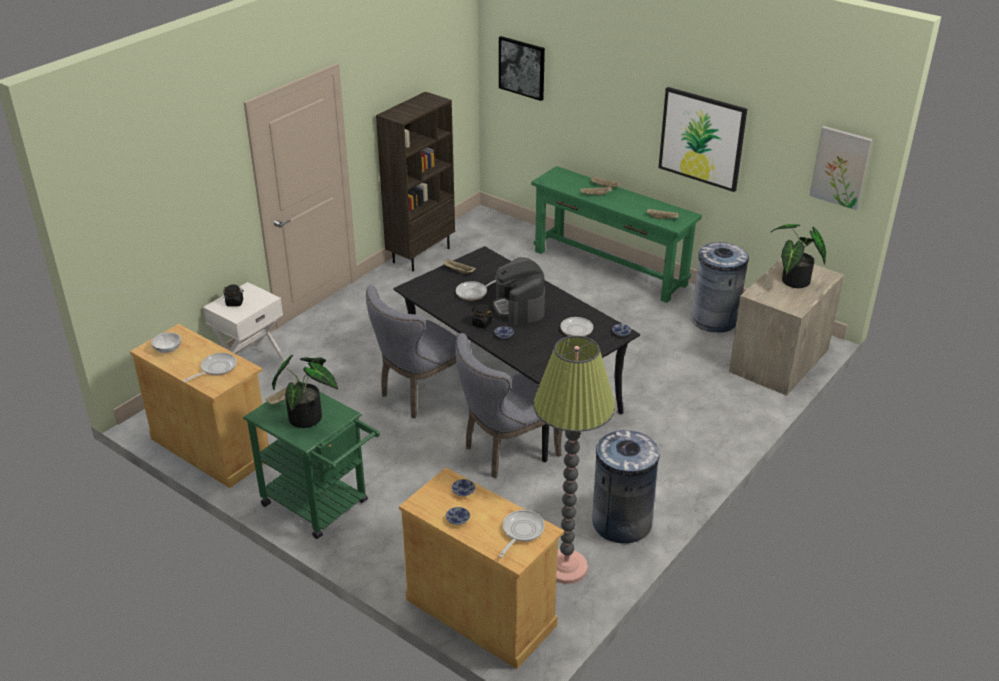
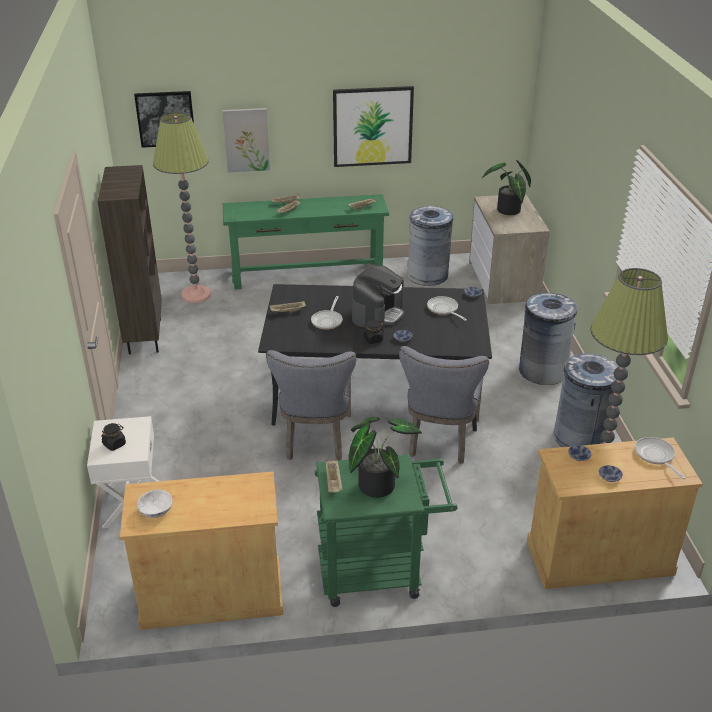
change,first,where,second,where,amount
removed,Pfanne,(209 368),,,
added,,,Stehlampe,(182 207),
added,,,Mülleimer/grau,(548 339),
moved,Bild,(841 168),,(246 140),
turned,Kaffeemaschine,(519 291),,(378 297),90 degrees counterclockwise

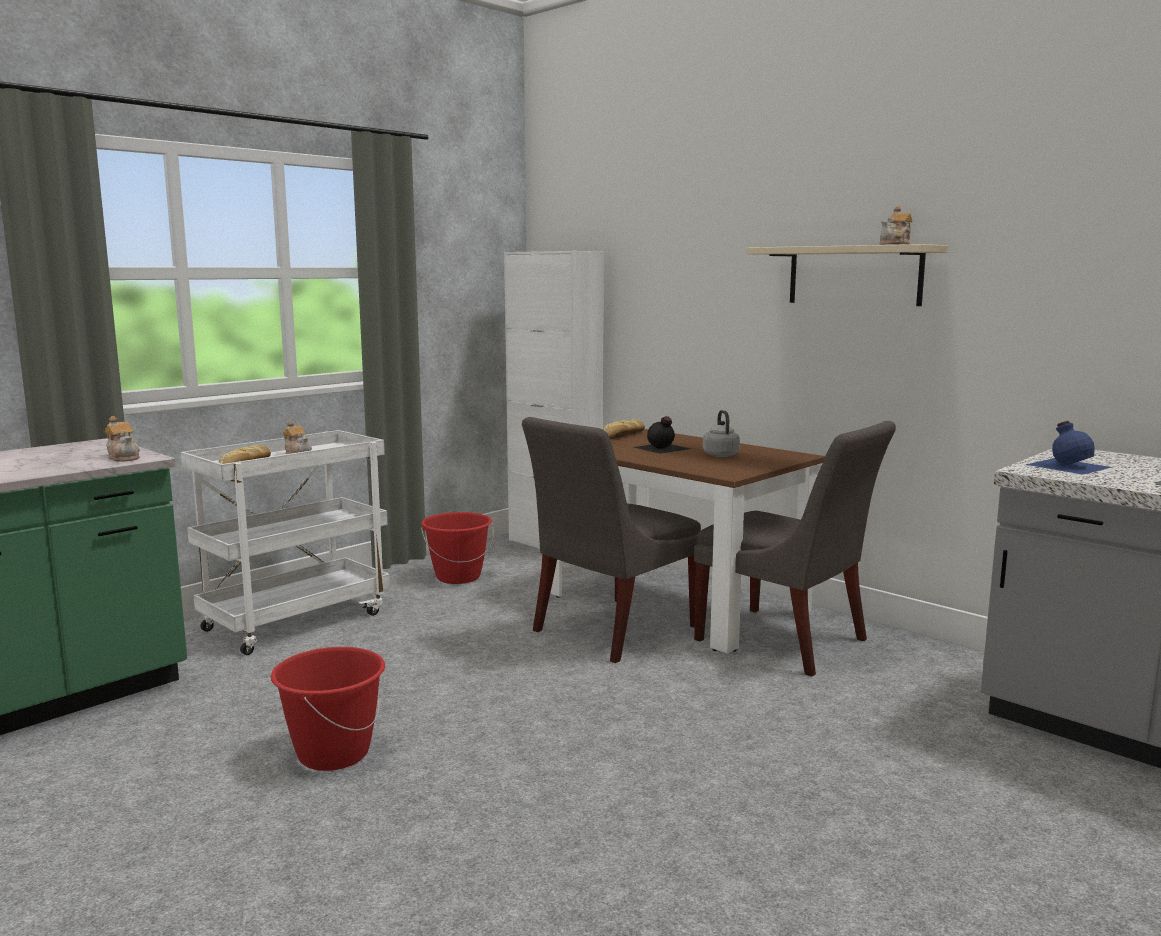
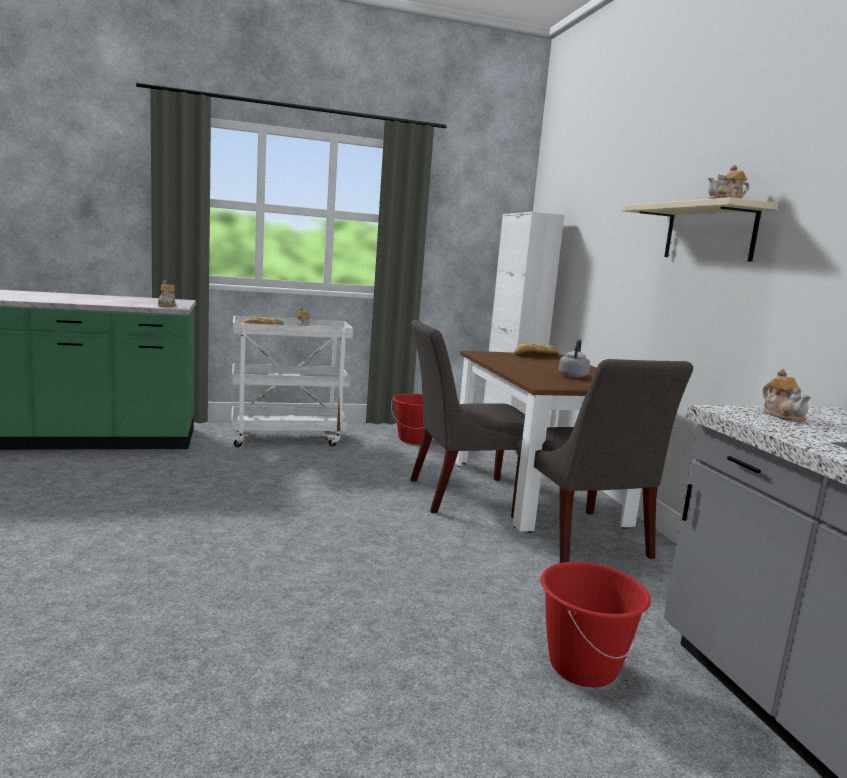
change,first,where,second,where,amount
removed,Flasche/schwarz,(662 435),,,
moved,Eimer/rot,(328 709),,(596 624),
replaced,Flasche/blau,(1069 448),Teekanne,(787 395),

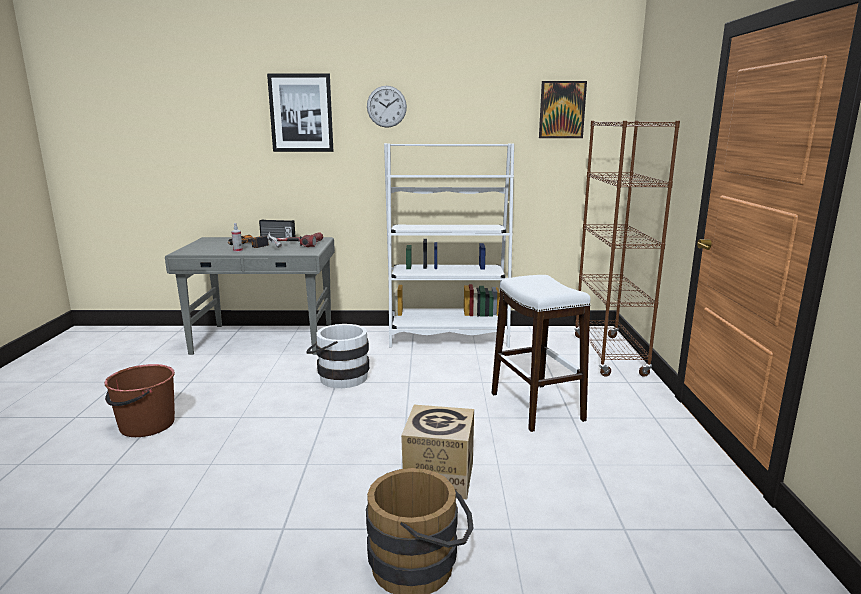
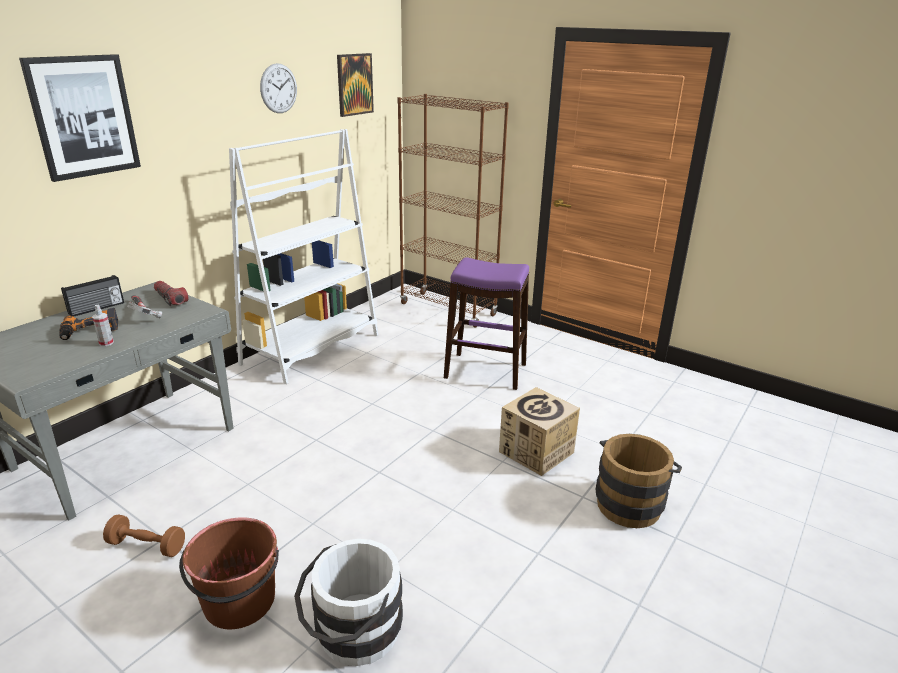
change,first,where,second,where,amount
added,,,Hantel/braun,(144 535),
moved,Eimer/weiß,(337 356),,(348 602),
moved,Wanduhr,(387 107),,(278 88),
recoloured,Hocker/weiß,(541 353),Hocker/lila,(486 323),

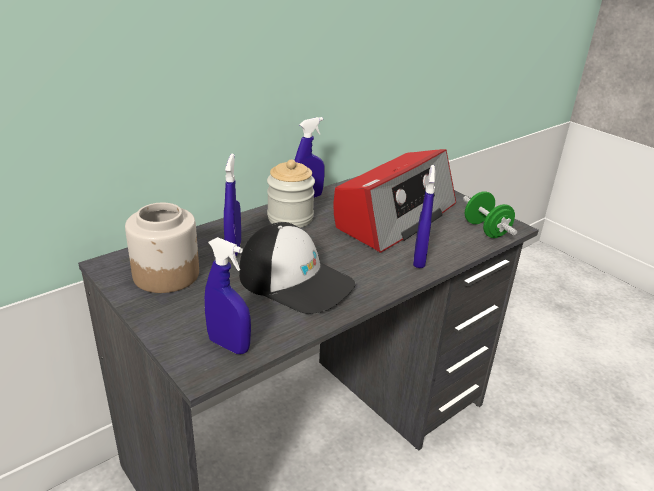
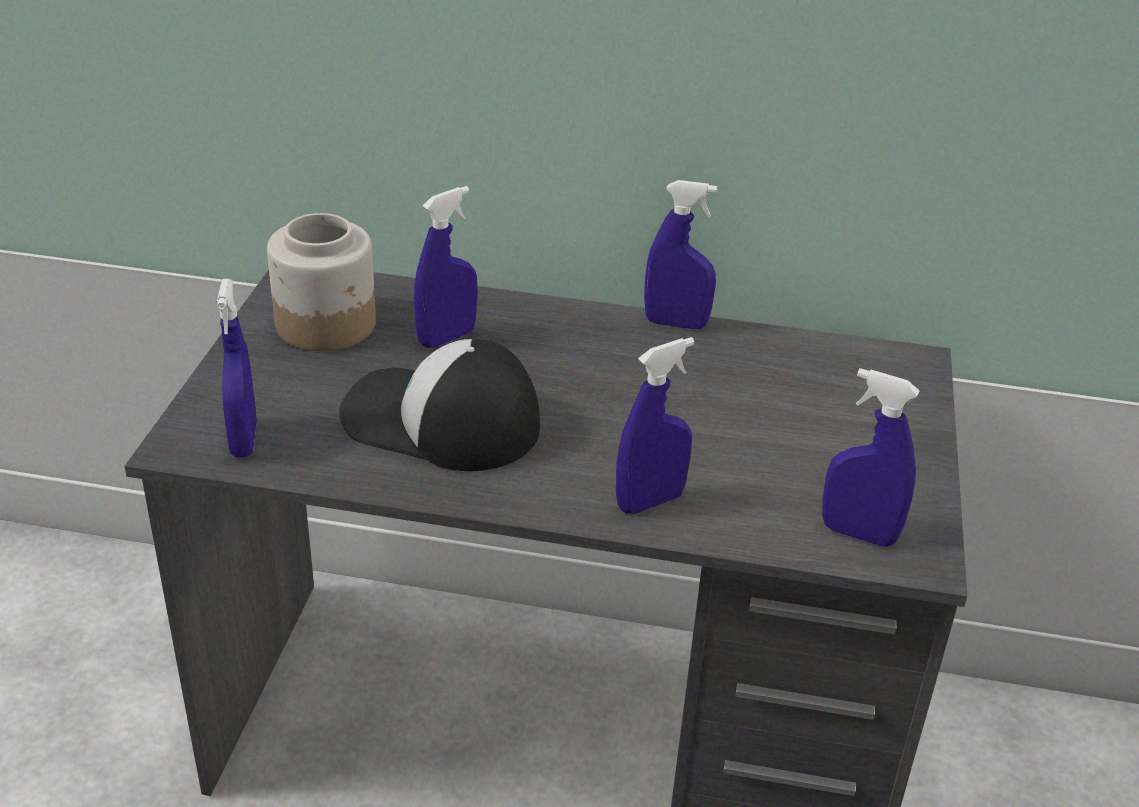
change,first,where,second,where,amount
removed,Vorratsglas,(291 194),,,
removed,Radio,(394 201),,,
replaced,Hantel/grün,(490 214),Sprühflasche/blau,(871 457),
turned,Kappe,(297 268),,(439 405),120 degrees clockwise

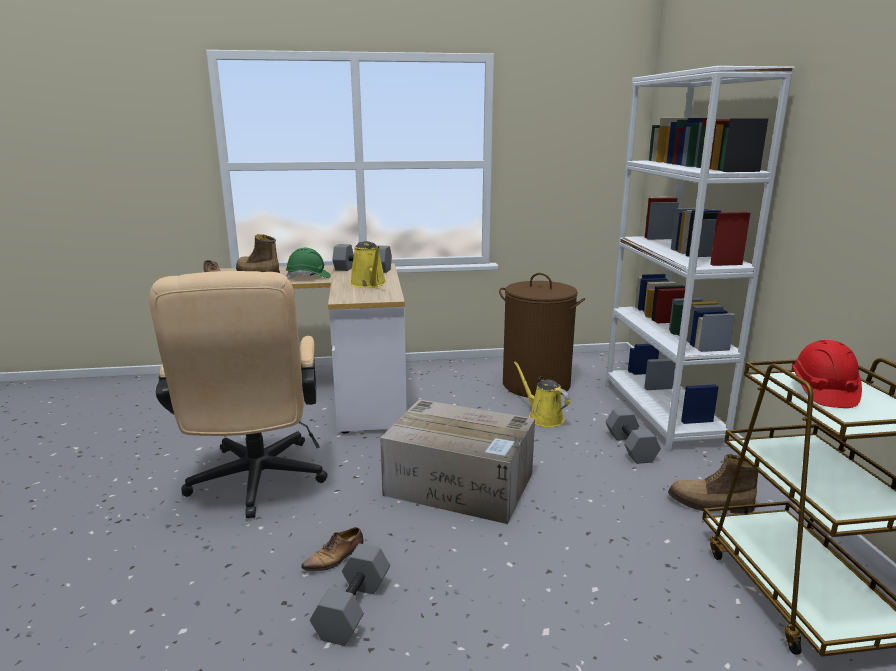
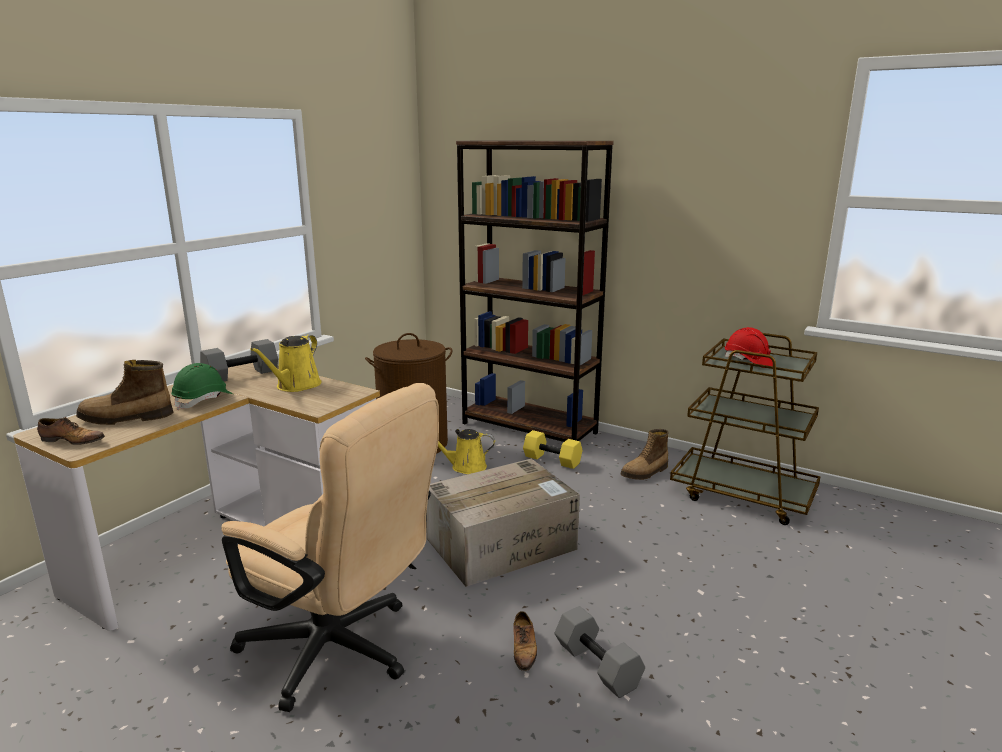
change,first,where,second,where,amount
recoloured,Bücherregal/weiß,(700 258),Bücherregal/braun,(535 291),
recoloured,Hantel/grau,(633 436),Hantel/gelb,(553 449),
turned,Gießkanne/gelb,(368 264),,(285 363),90 degrees clockwise

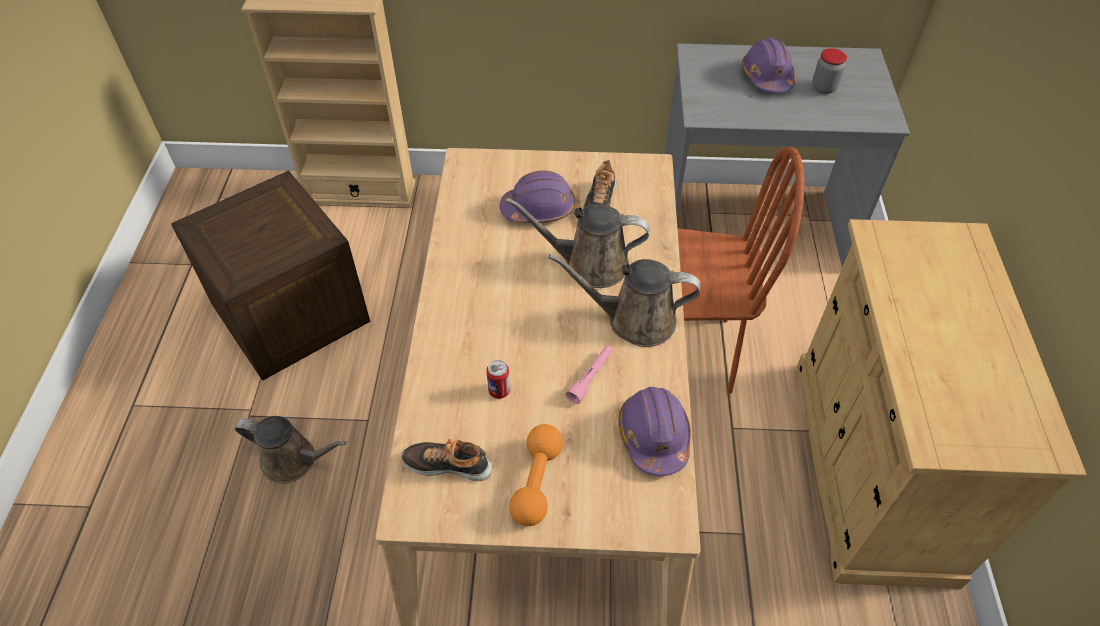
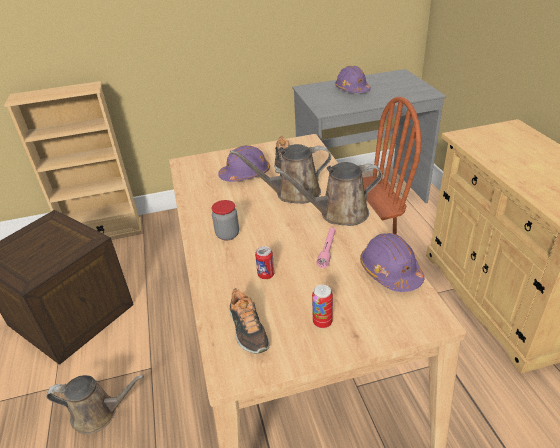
change,first,where,second,where,amount
moved,Vorratsglas,(829 71),,(225 220),
replaced,Hantel/orange,(536 475),Dose,(322 306),
turned,Schuh,(447 459),,(250 321),105 degrees counterclockwise

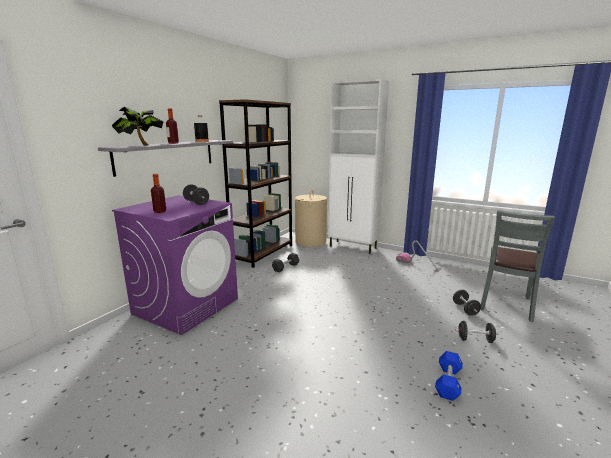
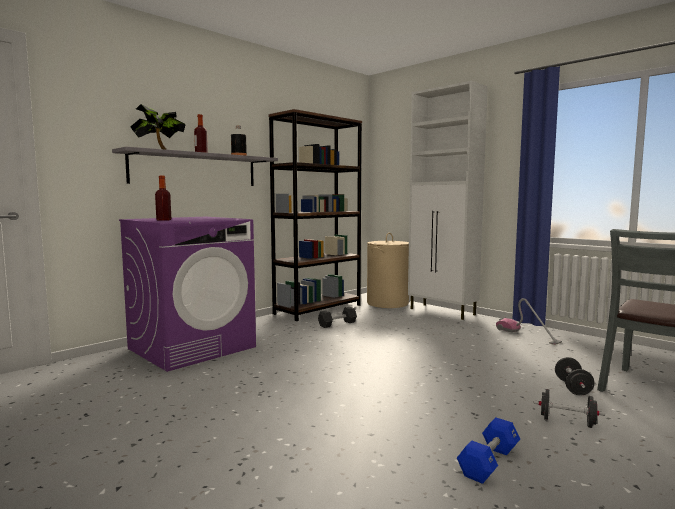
change,first,where,second,where,amount
removed,Hantel/schwarz,(196 195),,,

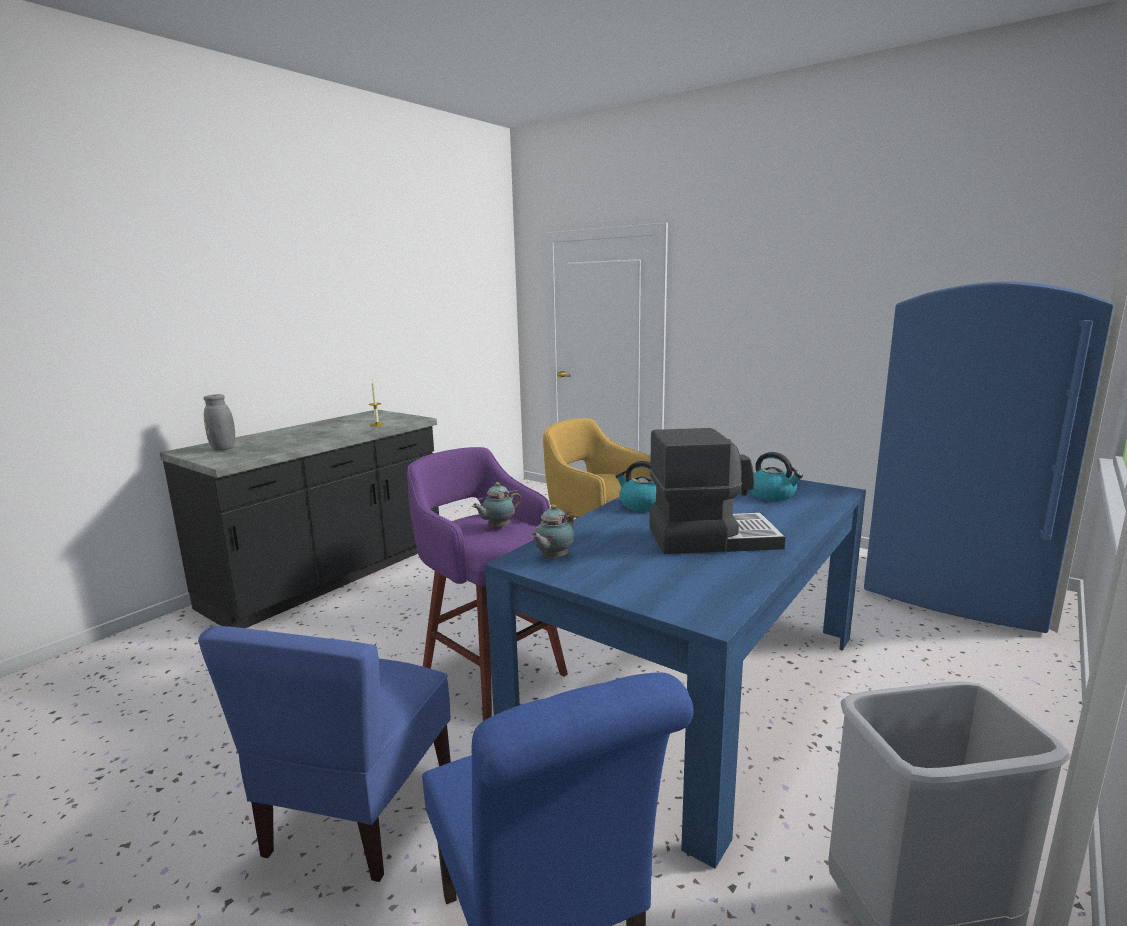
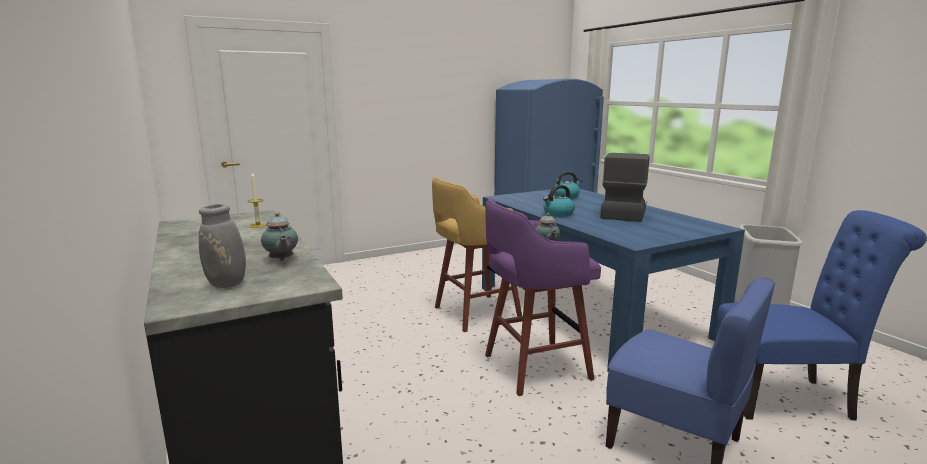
change,first,where,second,where,amount
moved,Teekanne,(552 532),,(279 236),

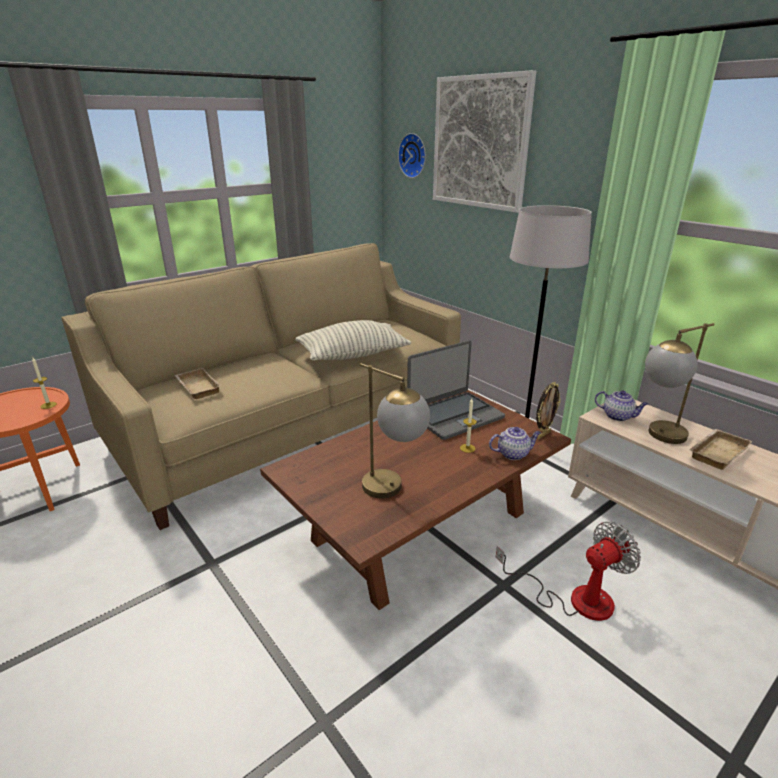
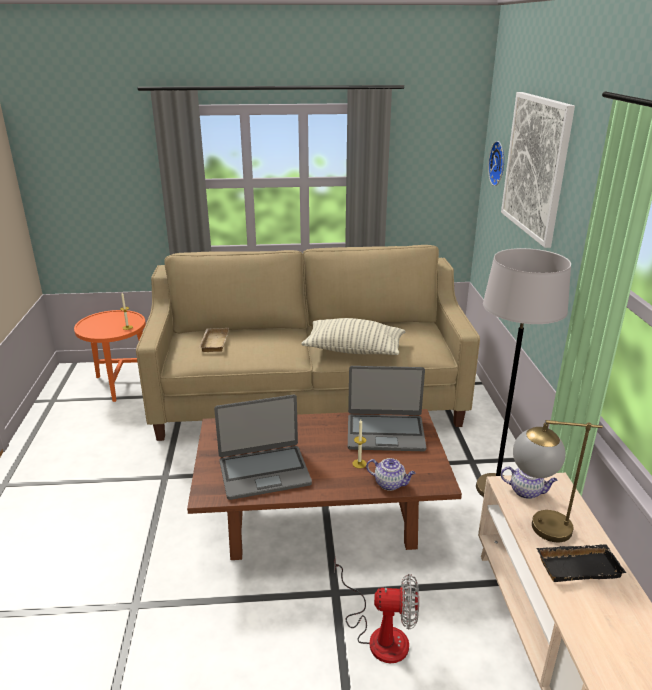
change,first,where,second,where,amount
removed,Bilderrahmen,(548 410),,,
replaced,Tischlampe,(395 430),Laptop,(263 447),
recoloured,Tablett/beige,(721 449),Tablett/schwarz,(581 563),
turned,Teekanne,(621 405),,(529 482),45 degrees counterclockwise

